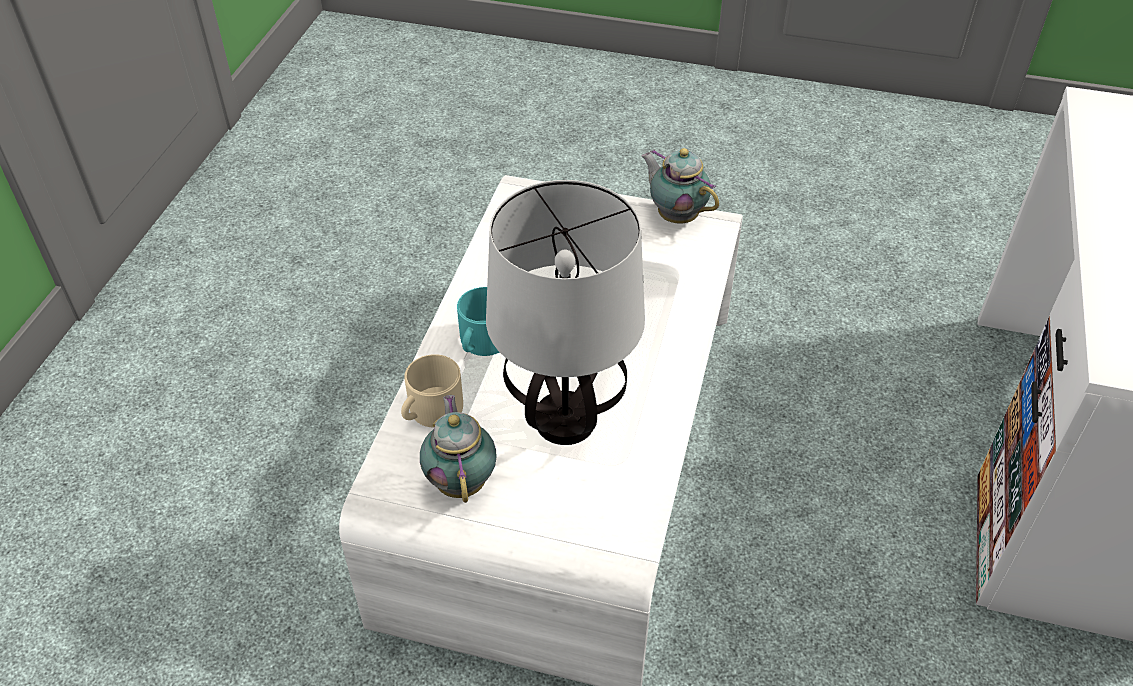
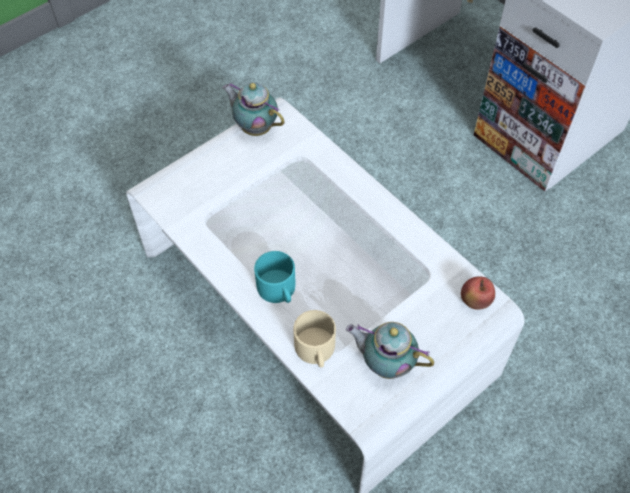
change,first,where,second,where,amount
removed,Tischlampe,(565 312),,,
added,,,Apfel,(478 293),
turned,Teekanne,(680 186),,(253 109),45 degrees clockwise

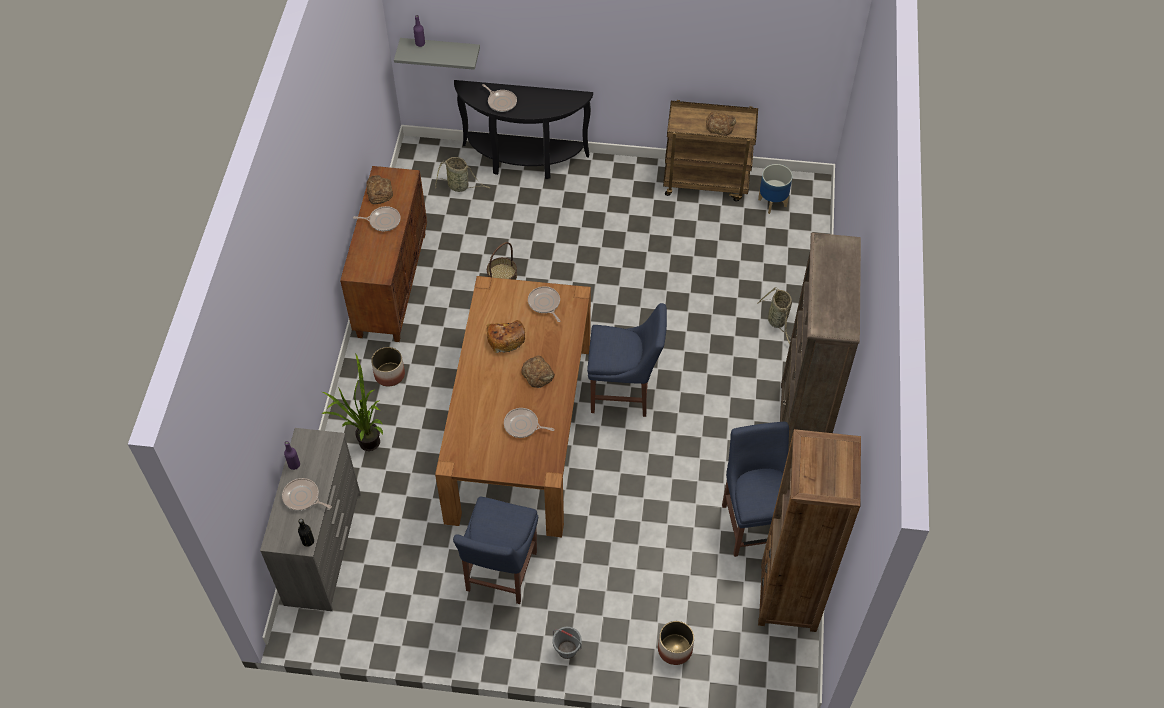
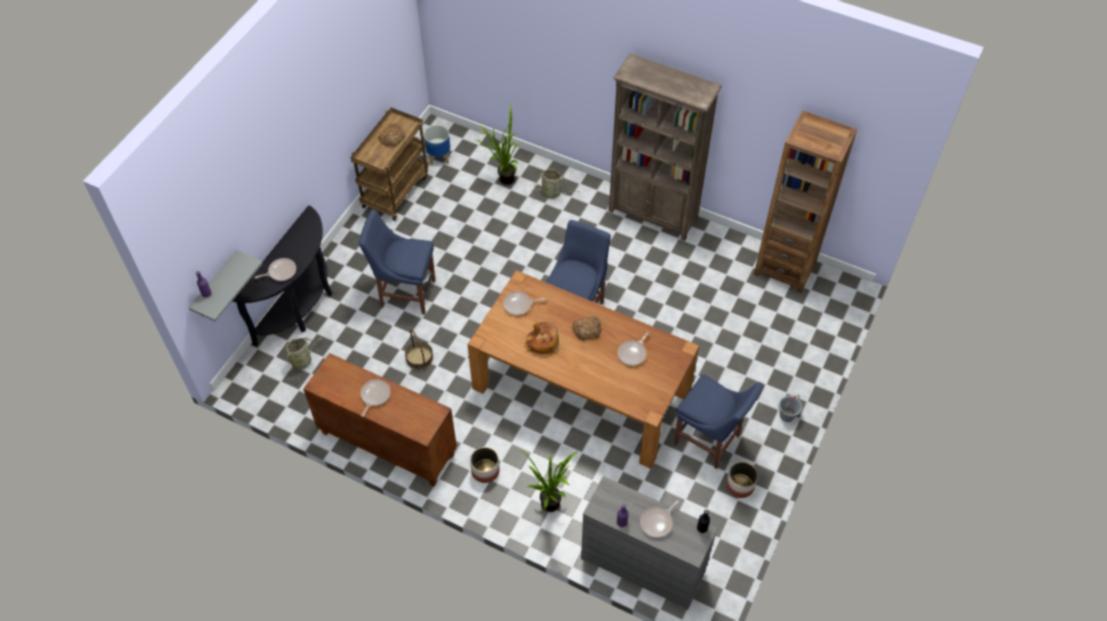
change,first,where,second,where,amount
removed,Brot,(379 189),,,
added,,,Topfpflanze,(497 144),
moved,Pflanzkübel,(676 643),,(742 480),
moved,Stuhl/blau,(755 489),,(397 262),

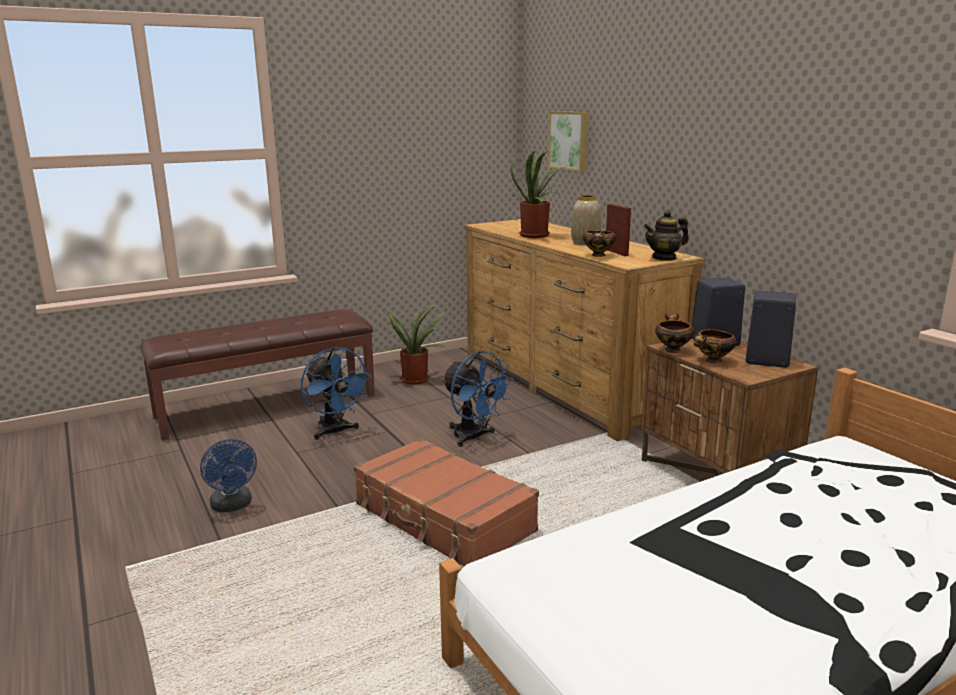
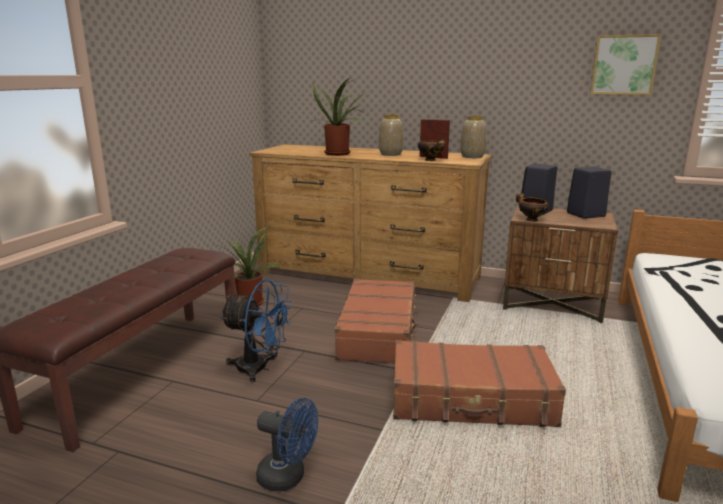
change,first,where,second,where,amount
removed,Schüssel,(715 346),,,
moved,Bild,(568 141),,(625 64),
replaced,Ventilator/blau,(477 399),Koffer/braun,(376 321),
replaced,Teekanne,(666 235),Vase,(473 137),

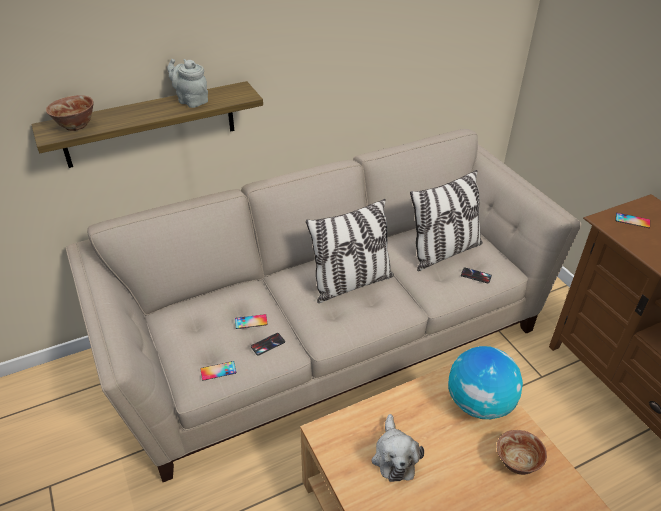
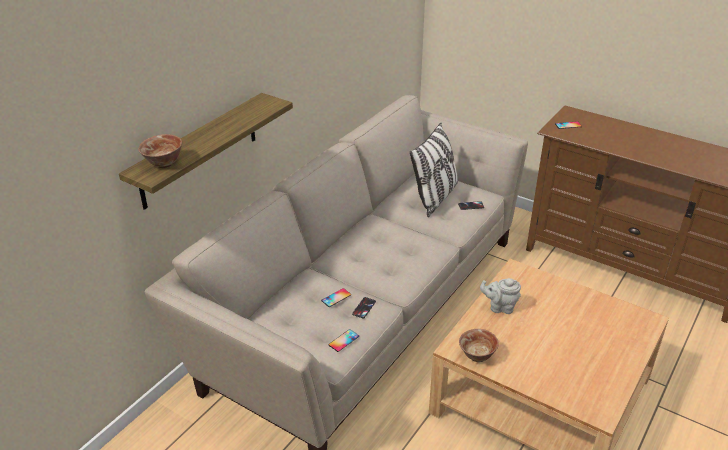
change,first,where,second,where,amount
removed,Kissen,(350 251),,,
removed,Plüschtier,(398 448),,,
removed,Globus,(485 382),,,
moved,Teekanne/grau,(187 83),,(500 296),
moved,Schüssel,(522 452),,(479 345),

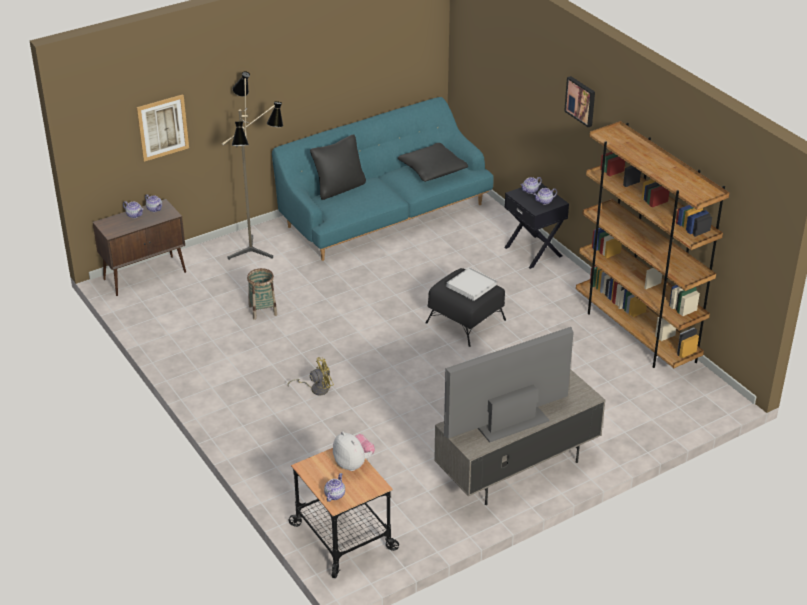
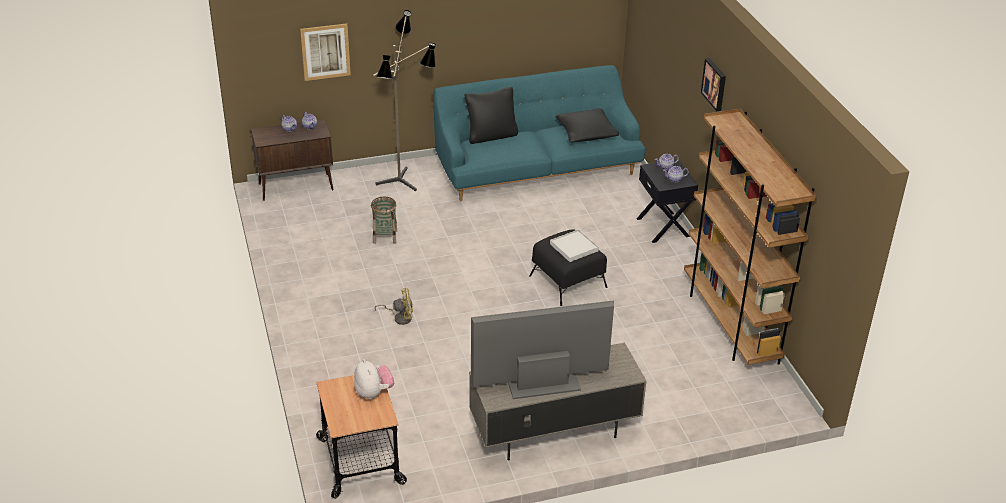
change,first,where,second,where,amount
removed,Teekanne,(334 487),,,

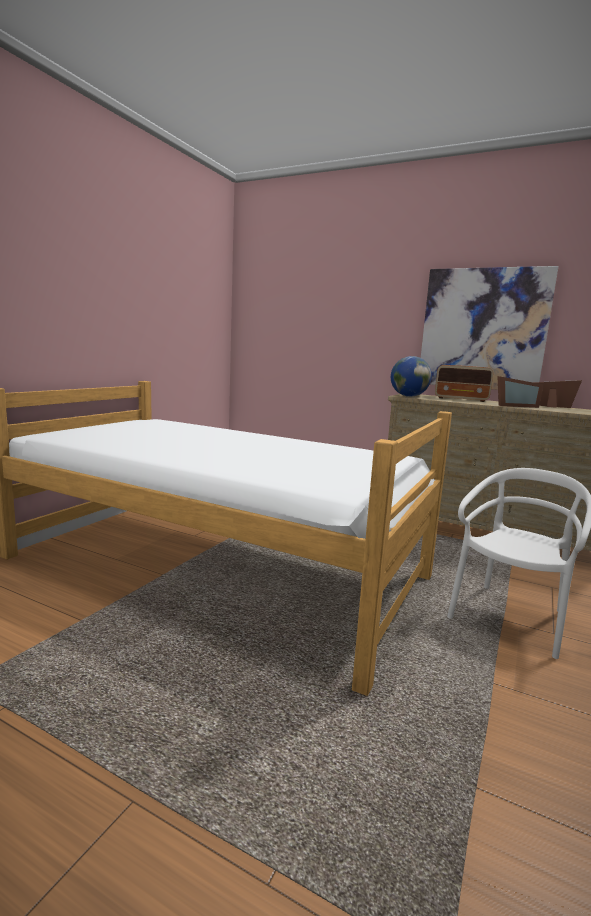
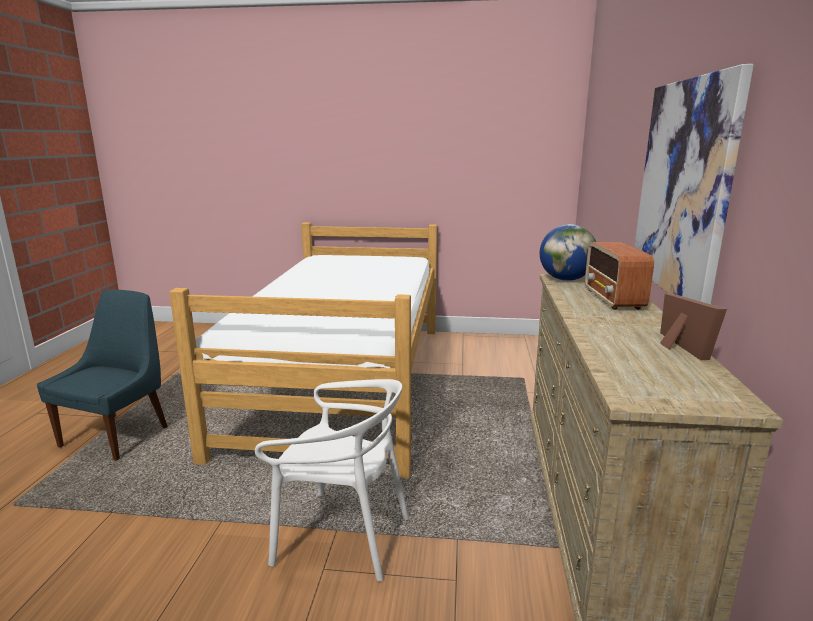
change,first,where,second,where,amount
removed,Bilderrahmen,(520 392),,,
added,,,Stuhl/blau,(102 375),

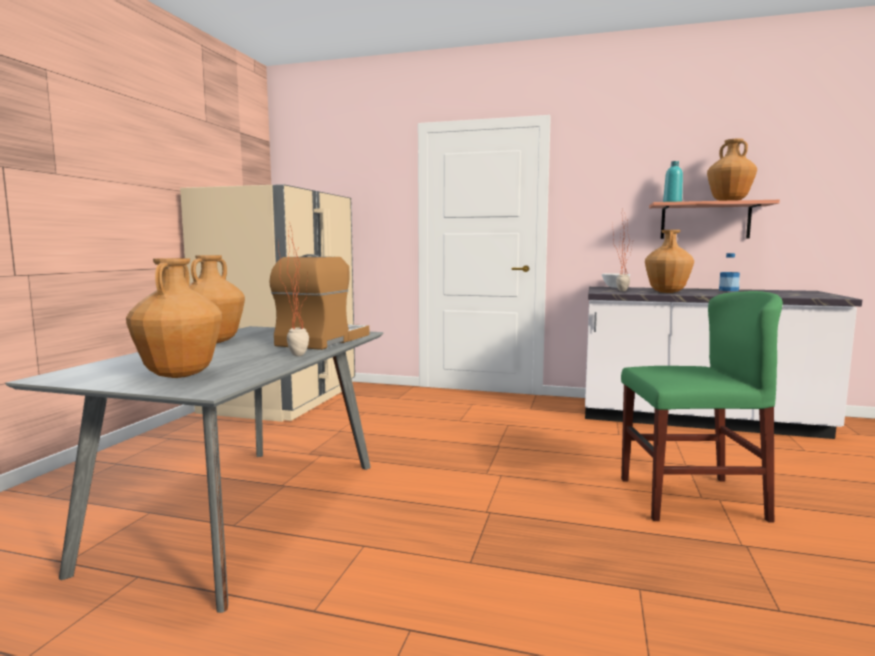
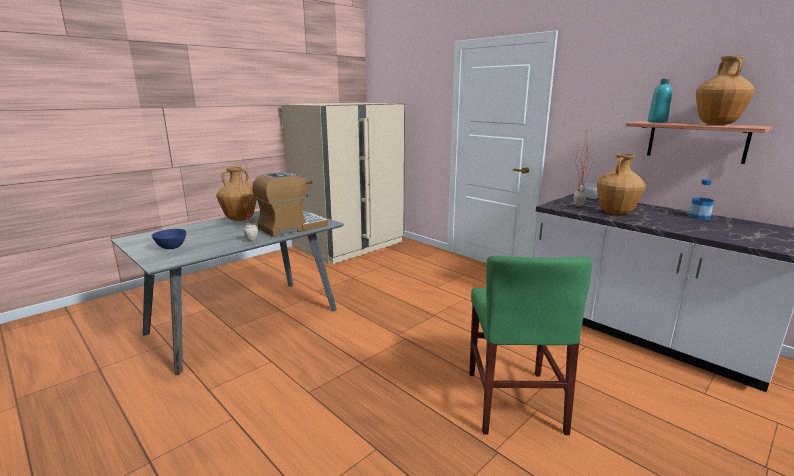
change,first,where,second,where,amount
replaced,Vase/braun,(174 318),Schüssel/blau,(168 239),
turned,Stuhl/grün,(702 406),,(530 345),60 degrees clockwise

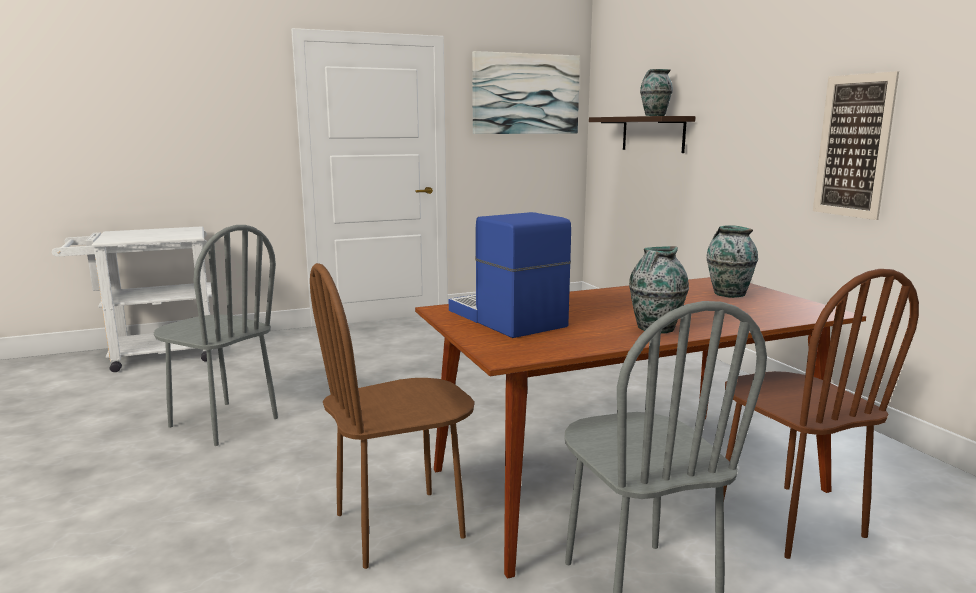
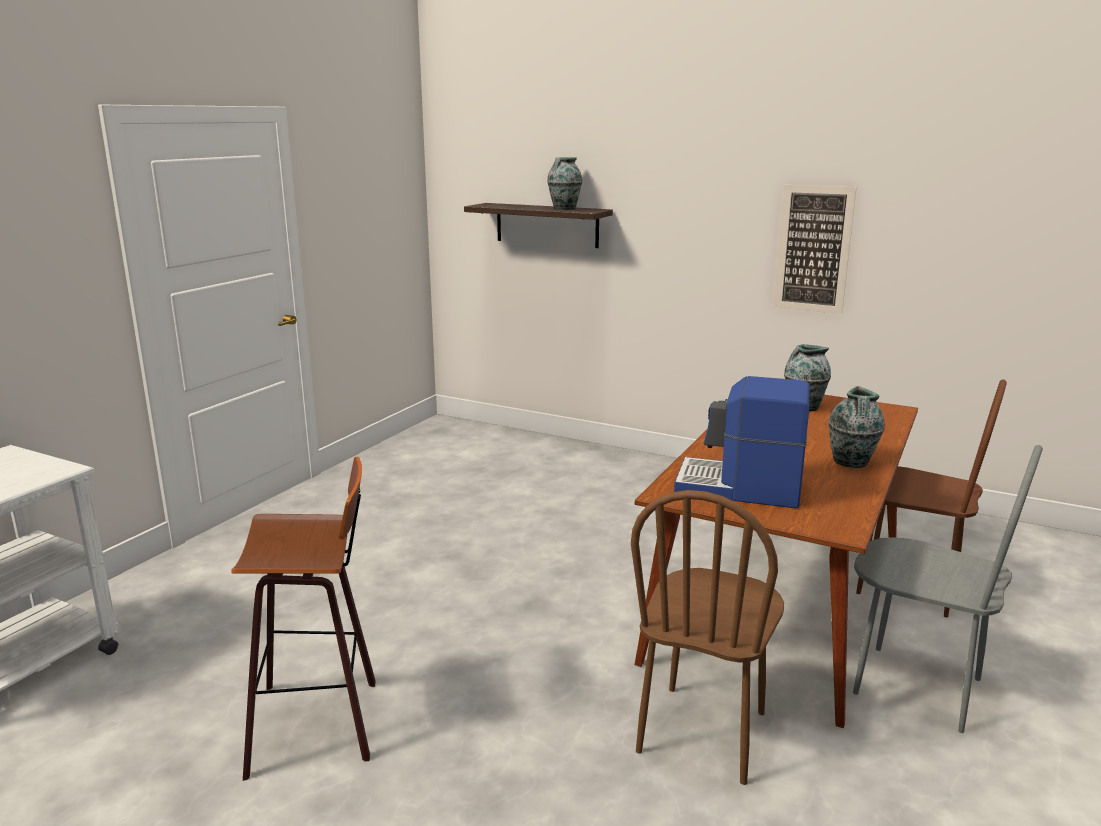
change,first,where,second,where,amount
removed,Bild,(526 92),,,
replaced,Stuhl/grau,(216 335),Hocker,(303 619),

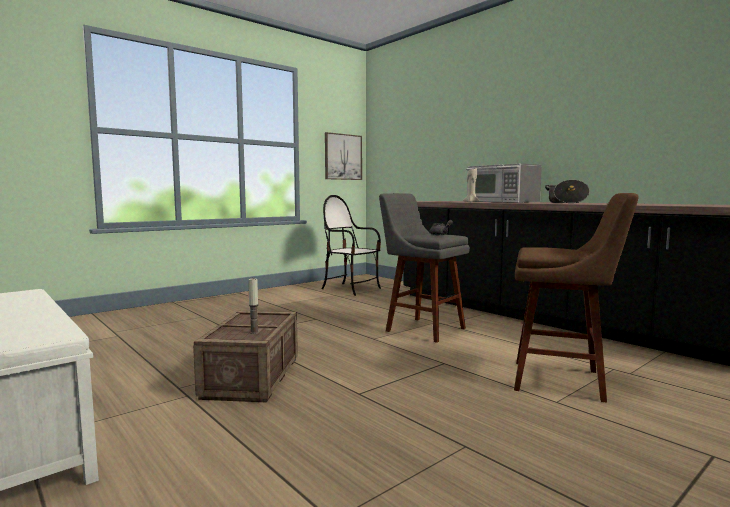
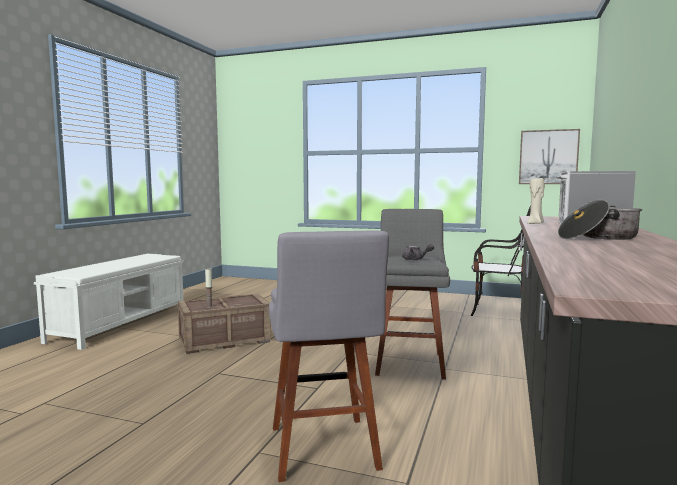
change,first,where,second,where,amount
recoloured,Hocker/braun,(576 298),Hocker/grau,(329 356),
turned,Stuhl,(351 245),,(501 261),105 degrees clockwise

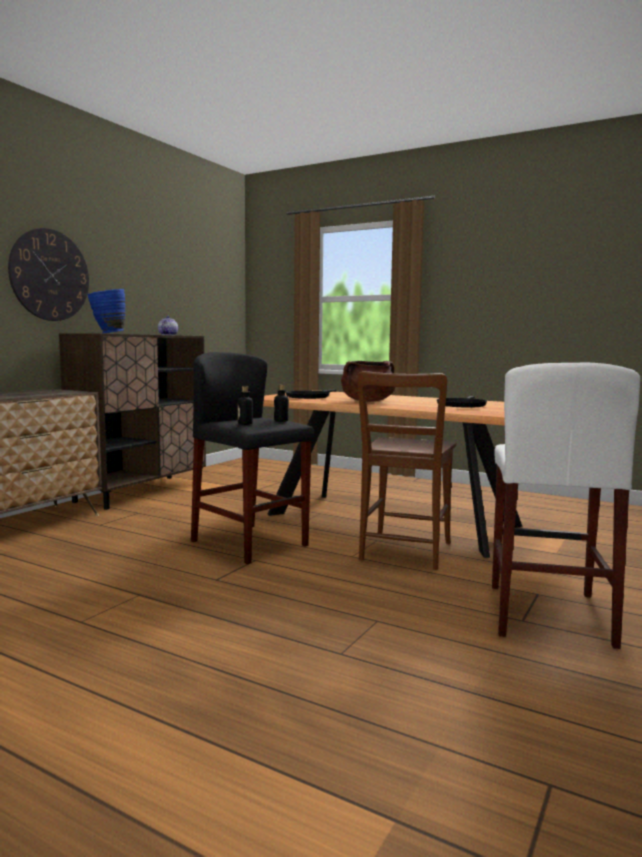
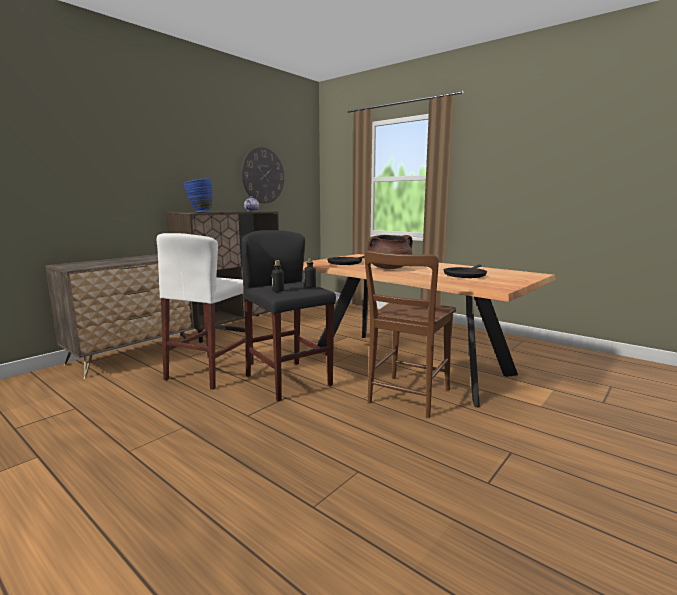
change,first,where,second,where,amount
moved,Wanduhr,(48 274),,(262 175),
moved,Hocker/weiß,(566 506),,(205 311),

